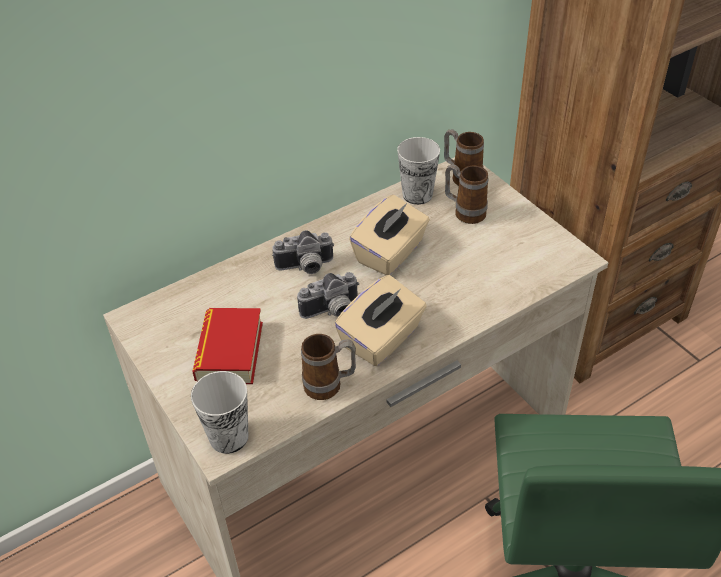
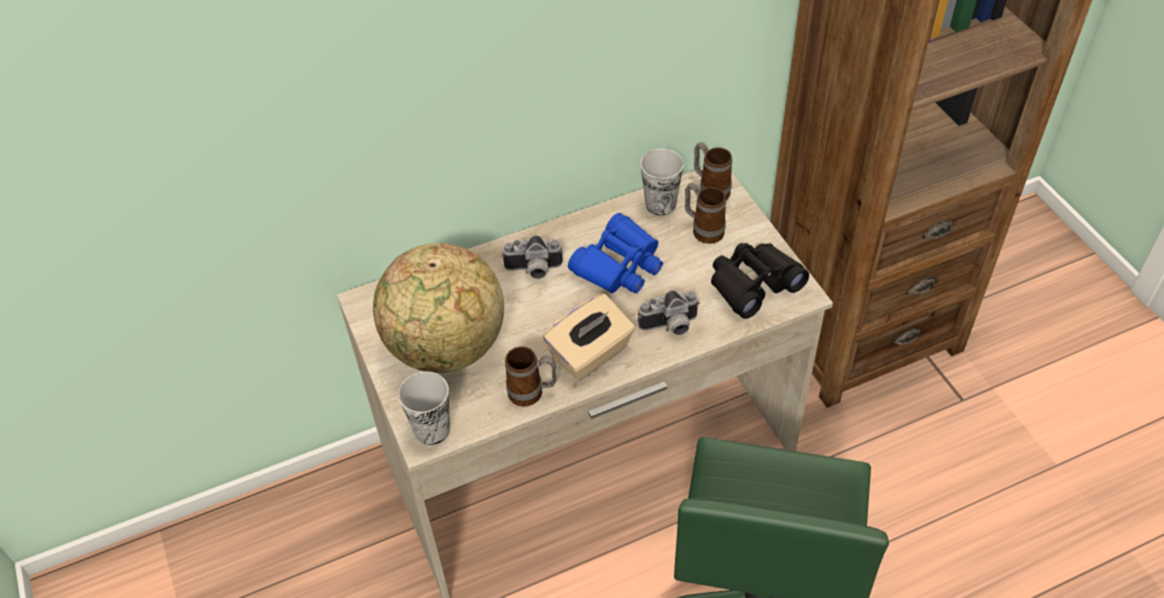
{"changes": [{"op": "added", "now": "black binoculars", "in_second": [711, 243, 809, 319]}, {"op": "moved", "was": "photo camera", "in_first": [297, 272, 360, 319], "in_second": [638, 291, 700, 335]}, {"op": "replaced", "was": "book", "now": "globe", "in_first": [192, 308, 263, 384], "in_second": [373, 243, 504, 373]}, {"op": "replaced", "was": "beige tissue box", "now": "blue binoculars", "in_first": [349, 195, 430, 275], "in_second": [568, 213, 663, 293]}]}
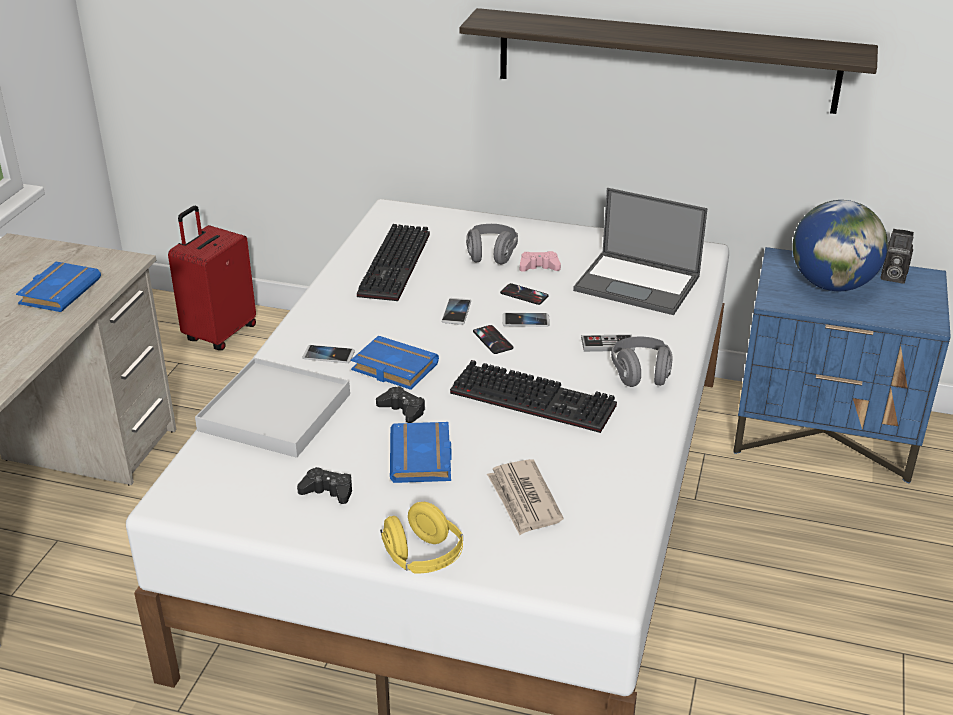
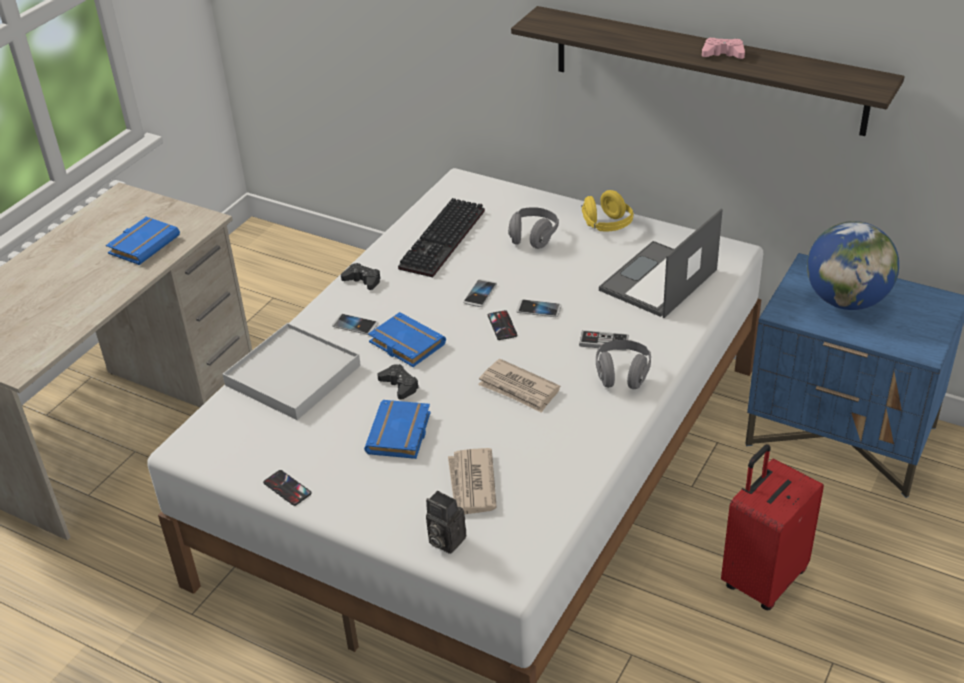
{"changes": [{"op": "moved", "was": "red suitcase", "in_first": [168, 206, 256, 350], "in_second": [721, 444, 824, 610]}, {"op": "moved", "was": "black game controller", "in_first": [297, 467, 352, 504], "in_second": [341, 263, 381, 290]}, {"op": "moved", "was": "yellow headphones", "in_first": [380, 502, 463, 574], "in_second": [581, 190, 634, 231]}, {"op": "moved", "was": "phone", "in_first": [500, 283, 549, 305], "in_second": [263, 470, 312, 506]}, {"op": "moved", "was": "pink game controller", "in_first": [520, 251, 561, 272], "in_second": [702, 38, 745, 59]}, {"op": "moved", "was": "photo camera", "in_first": [881, 229, 914, 284], "in_second": [426, 491, 466, 554]}, {"op": "replaced", "was": "keyboard", "now": "newspaper", "in_first": [450, 360, 617, 433], "in_second": [478, 359, 560, 413]}, {"op": "turned", "was": "laptop", "in_first": [573, 188, 708, 315], "in_second": [599, 209, 723, 318], "clockwise": 90}]}
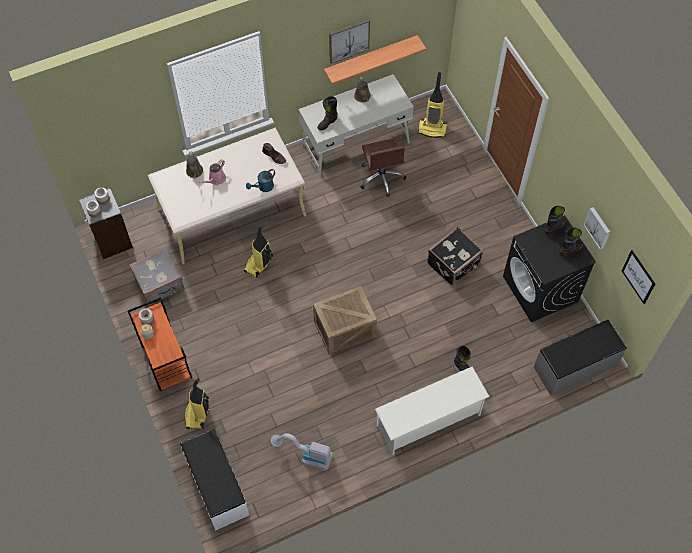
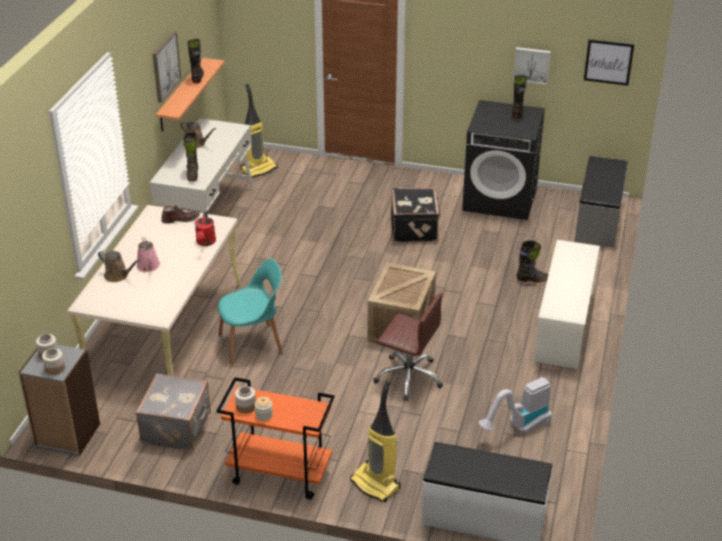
{"changes": [{"op": "moved", "was": "brown office chair", "in_first": [361, 138, 406, 197], "in_second": [373, 293, 443, 401]}, {"op": "moved", "was": "black boot", "in_first": [544, 206, 566, 235], "in_second": [187, 39, 204, 83]}, {"op": "replaced", "was": "vacuum cleaner", "now": "turquoise chair", "in_first": [244, 225, 273, 278], "in_second": [218, 259, 283, 364]}, {"op": "recoloured", "was": "turquoise watering can", "now": "red watering can", "in_first": [246, 169, 275, 192], "in_second": [195, 212, 216, 246]}]}
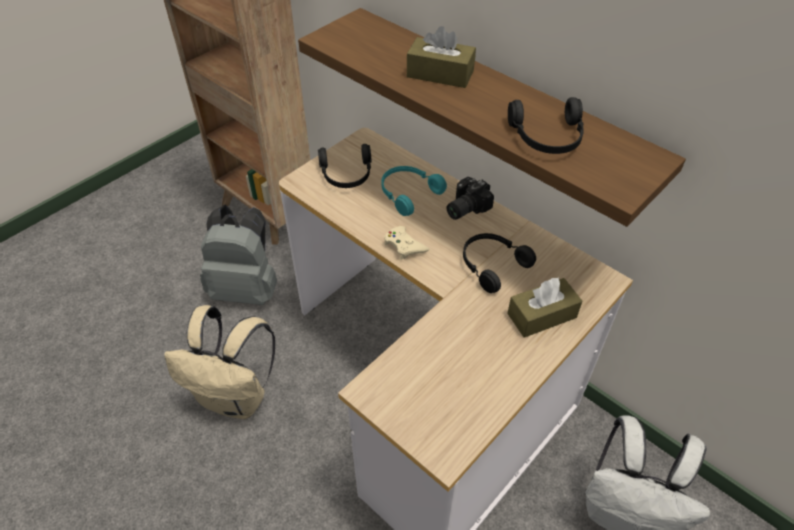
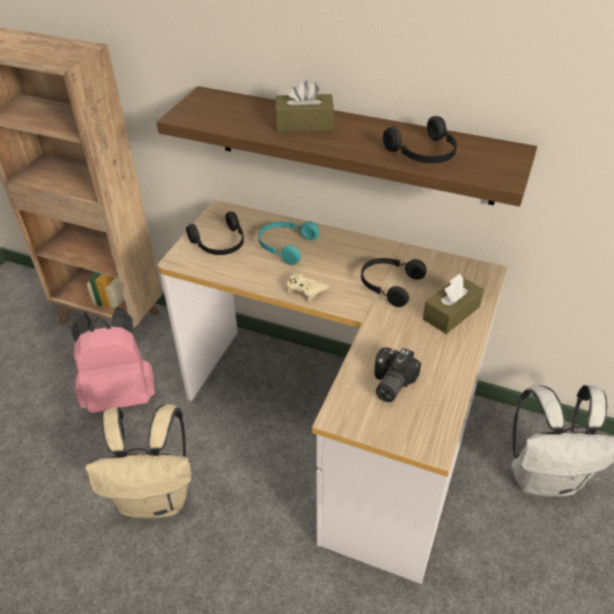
{"changes": [{"op": "moved", "was": "photo camera", "in_first": [447, 177, 494, 220], "in_second": [374, 347, 421, 402]}, {"op": "recoloured", "was": "grey backpack", "now": "pink backpack", "in_first": [200, 204, 277, 305], "in_second": [71, 307, 155, 413]}]}
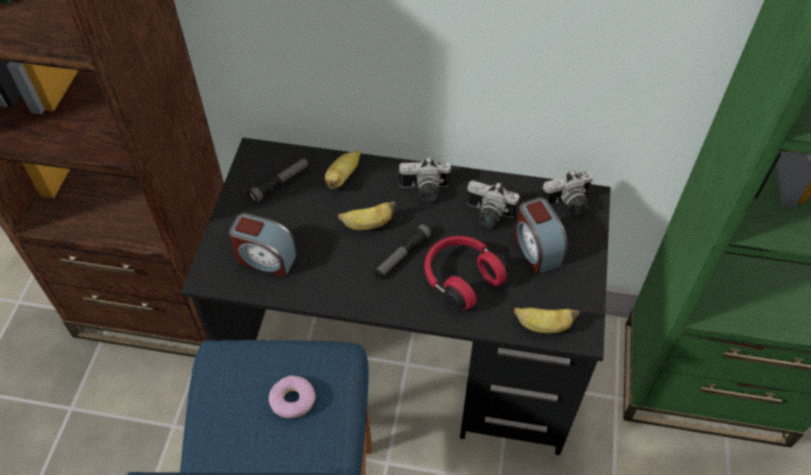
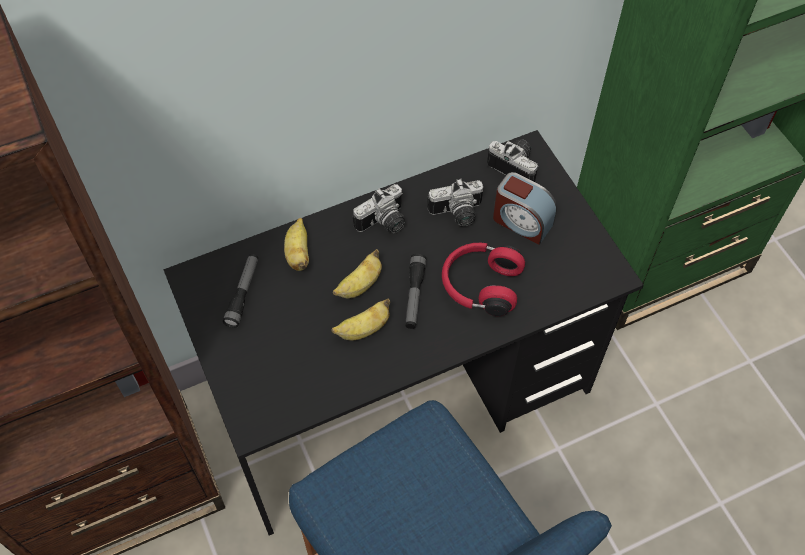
{"changes": [{"op": "removed", "was": "alarm clock", "in_first": [229, 213, 297, 277]}, {"op": "removed", "was": "donut", "in_first": [269, 376, 315, 418]}, {"op": "moved", "was": "banana", "in_first": [514, 308, 579, 333], "in_second": [331, 298, 390, 340]}, {"op": "turned", "was": "photo camera", "in_first": [540, 169, 593, 215], "in_second": [487, 139, 538, 182], "clockwise": -90}]}
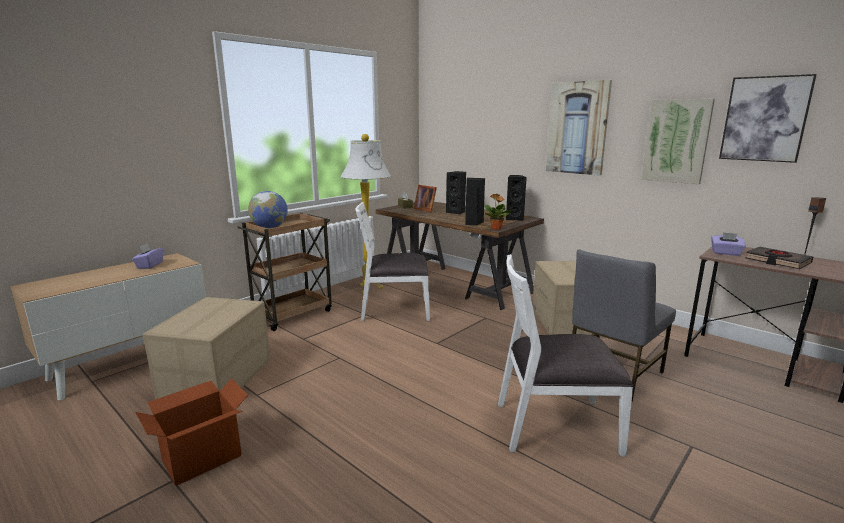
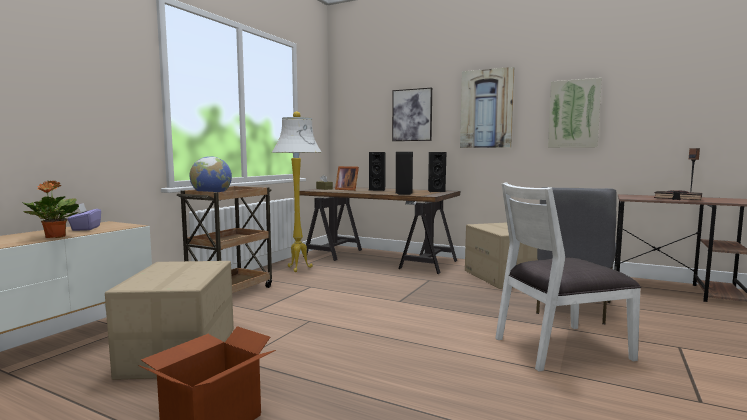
{"changes": [{"op": "removed", "was": "white chair", "in_first": [355, 202, 430, 321]}, {"op": "removed", "was": "purple tissue box", "in_first": [711, 232, 746, 256]}, {"op": "moved", "was": "potted plant", "in_first": [485, 194, 513, 230], "in_second": [22, 181, 79, 238]}, {"op": "moved", "was": "picture", "in_first": [719, 74, 817, 163], "in_second": [392, 88, 432, 141]}]}
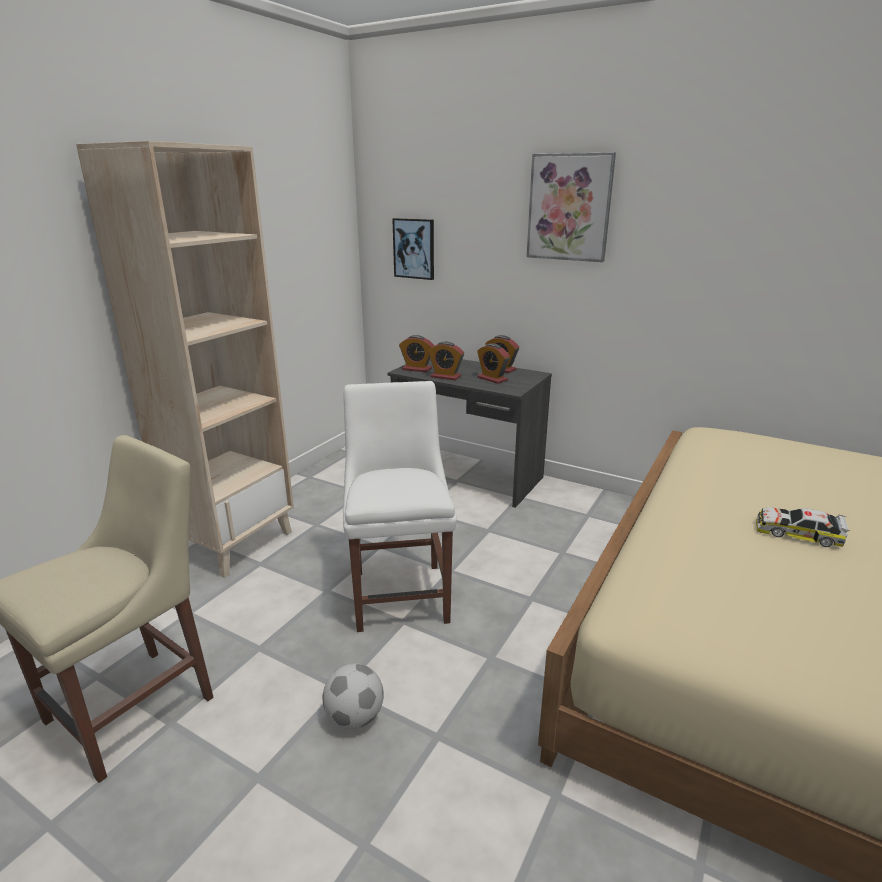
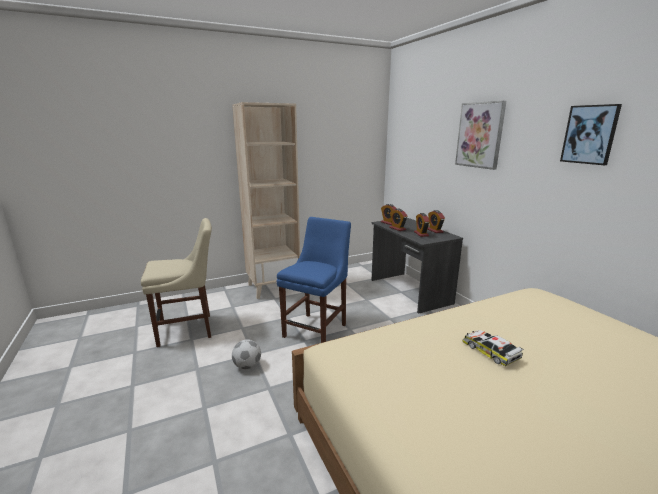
{"changes": [{"op": "moved", "was": "picture", "in_first": [392, 218, 434, 280], "in_second": [560, 104, 622, 165]}, {"op": "recoloured", "was": "white chair", "now": "blue chair", "in_first": [343, 381, 457, 632], "in_second": [276, 217, 351, 343]}]}
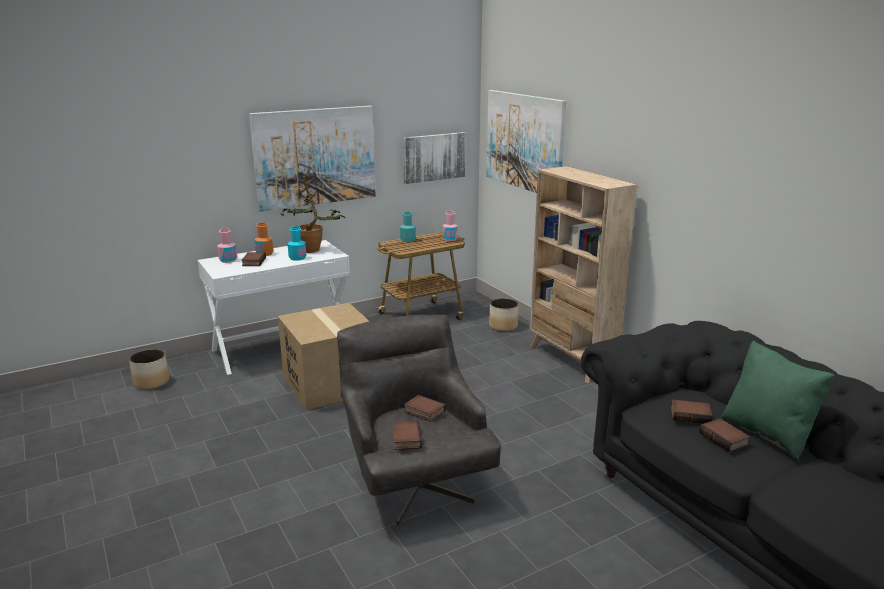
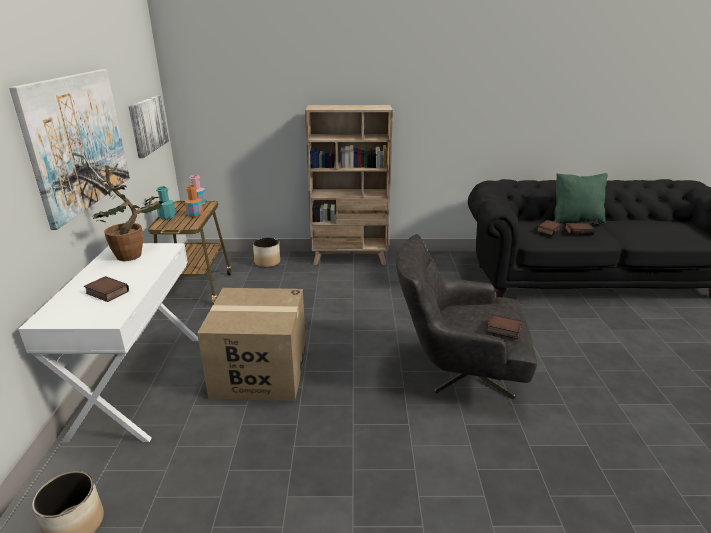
{"changes": [{"op": "removed", "was": "pink bottle", "in_first": [217, 228, 237, 263]}, {"op": "removed", "was": "turquoise bottle", "in_first": [288, 226, 306, 261]}, {"op": "removed", "was": "book", "in_first": [404, 395, 446, 422]}, {"op": "removed", "was": "picture", "in_first": [486, 90, 566, 193]}, {"op": "moved", "was": "orange bottle", "in_first": [254, 222, 273, 256], "in_second": [185, 185, 204, 217]}]}
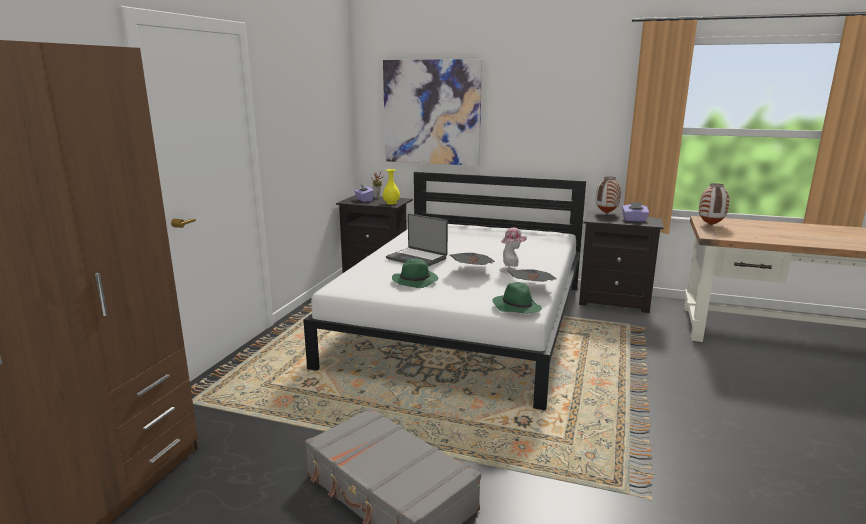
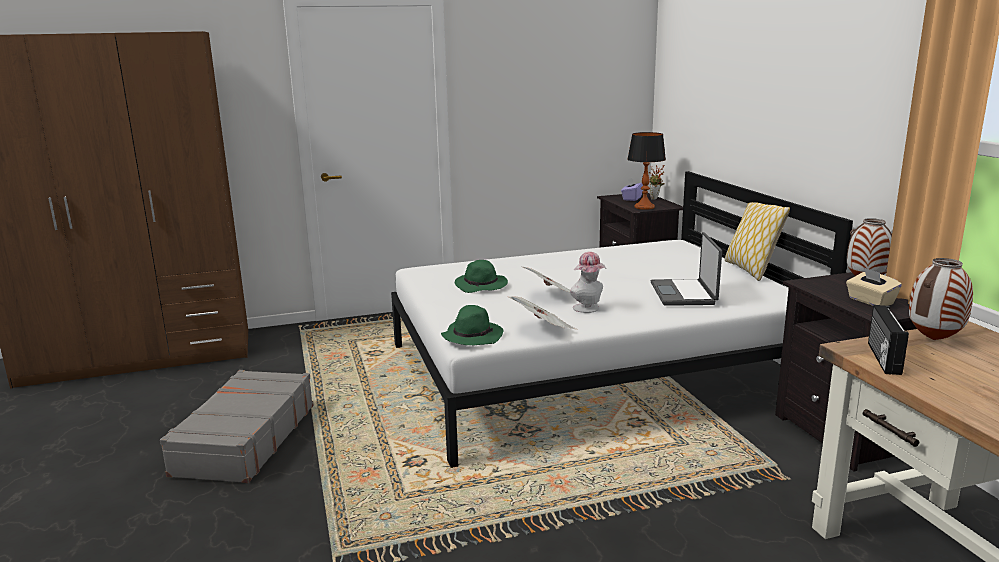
{"changes": [{"op": "removed", "was": "picture", "in_first": [383, 59, 482, 166]}, {"op": "added", "now": "pillow", "in_second": [725, 202, 790, 281]}, {"op": "added", "now": "radio", "in_second": [868, 305, 909, 375]}, {"op": "moved", "was": "laptop", "in_first": [386, 213, 448, 267], "in_second": [651, 232, 722, 306]}, {"op": "replaced", "was": "yellow vase", "now": "table lamp", "in_first": [383, 169, 400, 205], "in_second": [627, 132, 666, 210]}, {"op": "recoloured", "was": "purple tissue box", "now": "beige tissue box", "in_first": [622, 202, 649, 222], "in_second": [846, 267, 902, 306]}]}
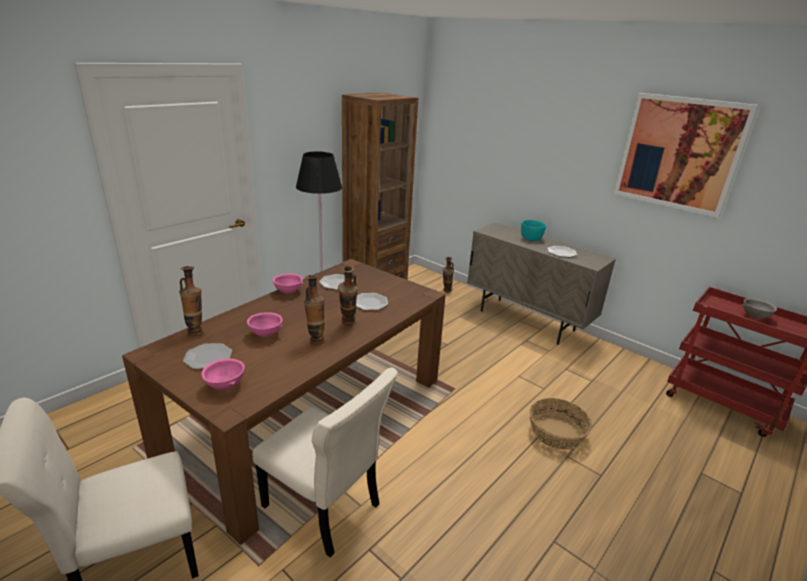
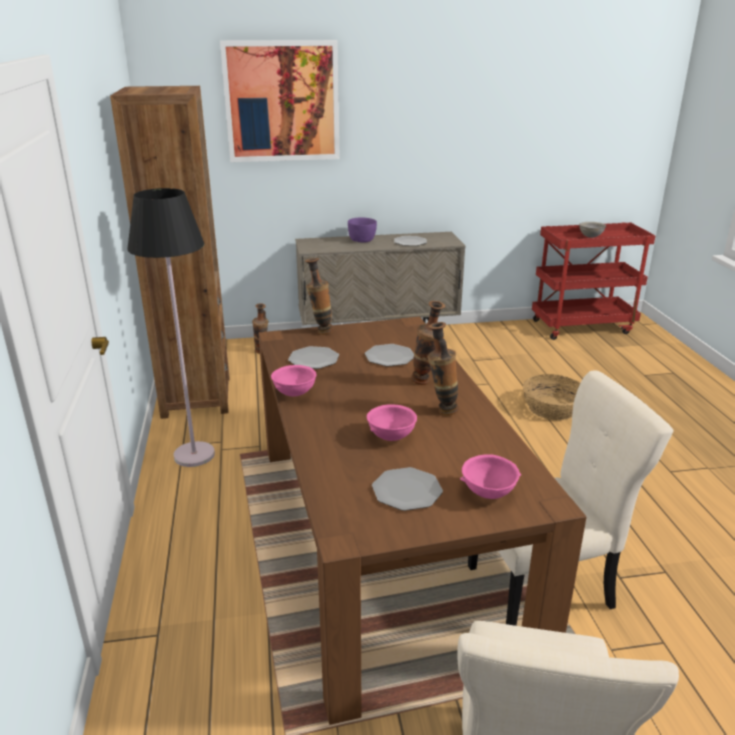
{"changes": [{"op": "moved", "was": "vase", "in_first": [179, 266, 203, 336], "in_second": [305, 258, 334, 335]}, {"op": "moved", "was": "picture", "in_first": [614, 93, 759, 218], "in_second": [220, 40, 340, 162]}, {"op": "recoloured", "was": "turquoise bowl", "now": "purple bowl", "in_first": [521, 220, 546, 241], "in_second": [348, 217, 377, 242]}]}
